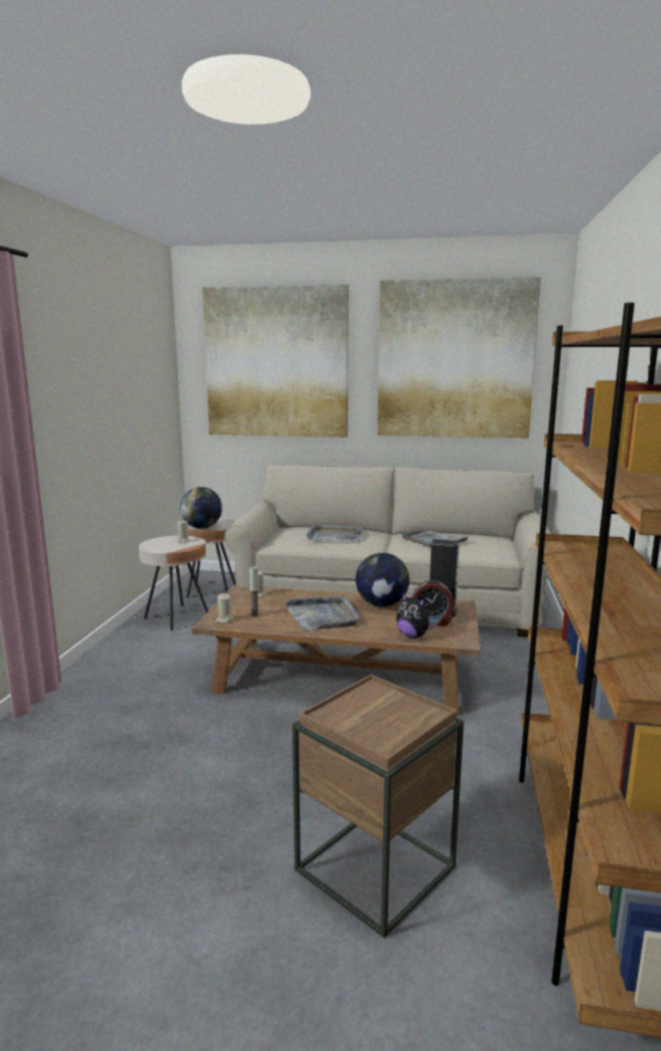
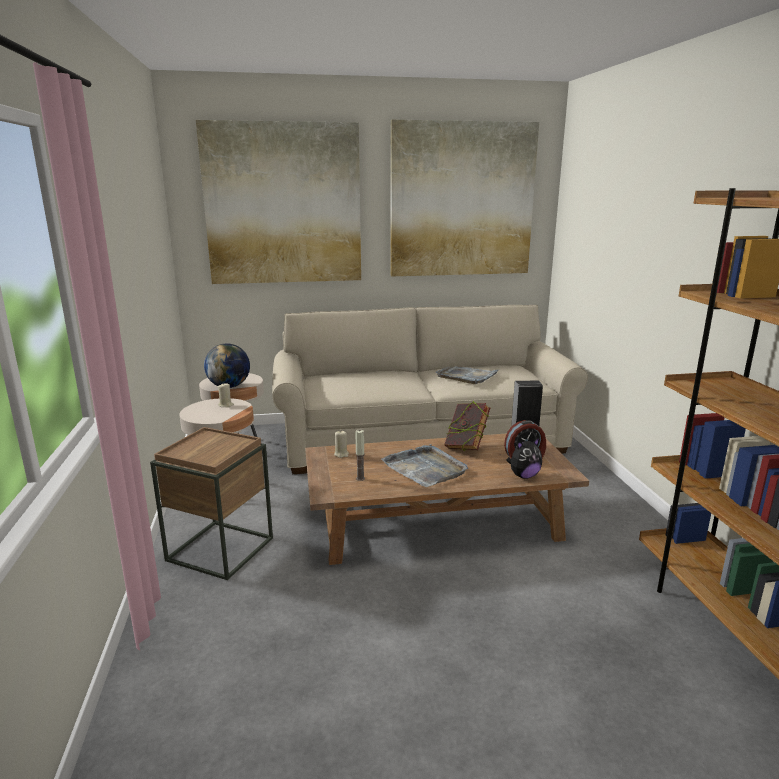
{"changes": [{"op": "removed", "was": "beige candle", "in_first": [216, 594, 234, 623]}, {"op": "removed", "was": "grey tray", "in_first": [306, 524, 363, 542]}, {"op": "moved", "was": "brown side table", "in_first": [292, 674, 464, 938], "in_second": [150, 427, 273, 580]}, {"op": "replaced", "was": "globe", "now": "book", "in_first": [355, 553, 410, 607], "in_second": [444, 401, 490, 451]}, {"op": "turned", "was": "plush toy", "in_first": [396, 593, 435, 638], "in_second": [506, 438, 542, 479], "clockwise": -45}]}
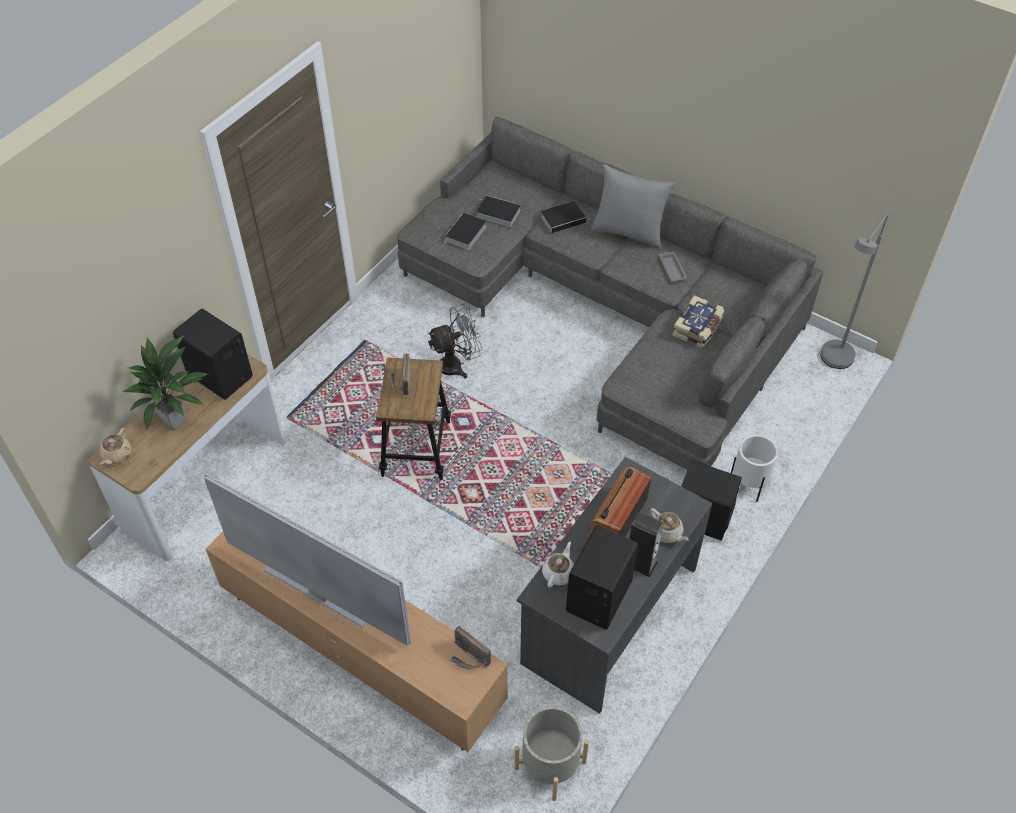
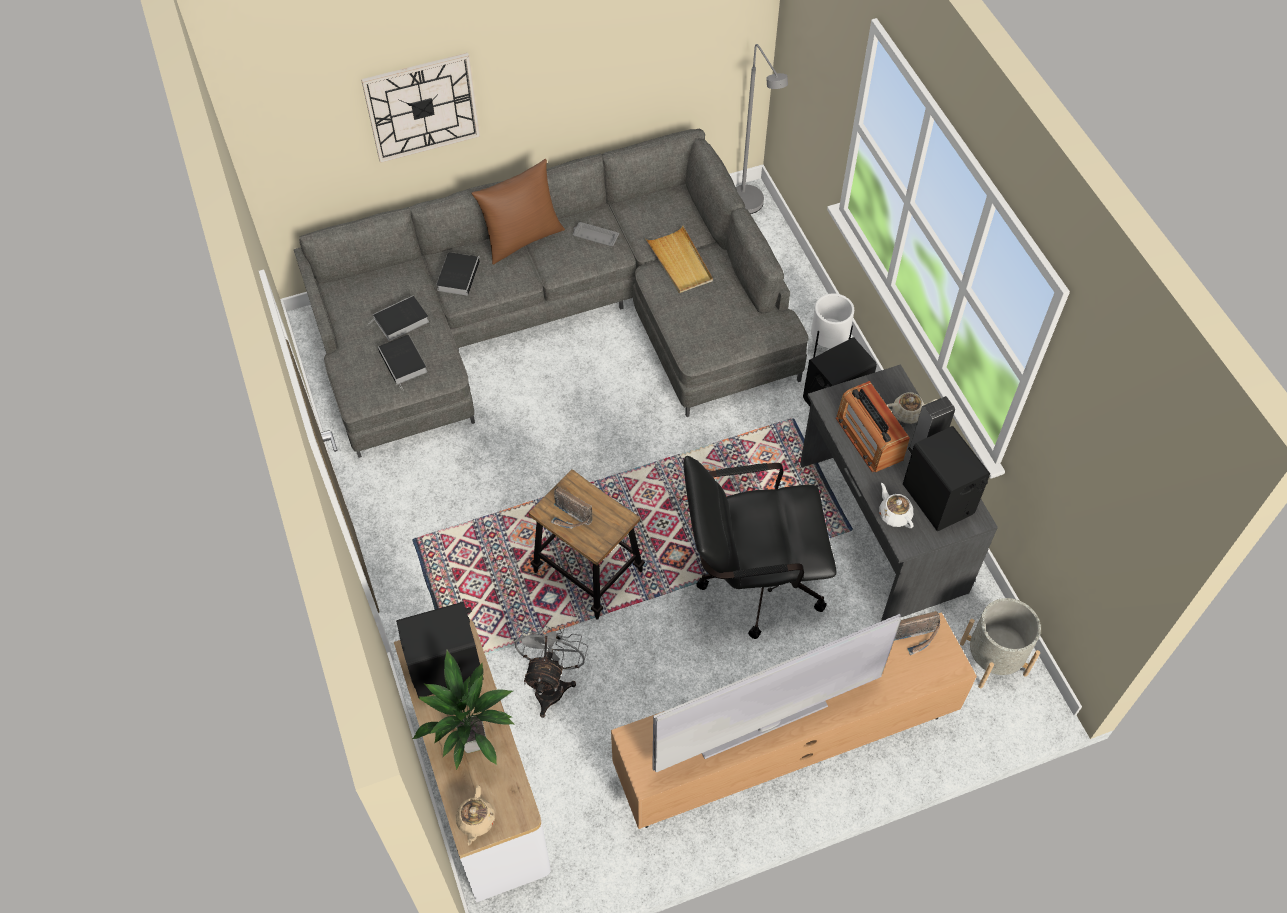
{"changes": [{"op": "added", "now": "wall clock", "in_second": [361, 53, 480, 163]}, {"op": "added", "now": "black office chair", "in_second": [683, 456, 837, 639]}, {"op": "moved", "was": "grey fan", "in_first": [428, 304, 482, 378], "in_second": [515, 621, 588, 718]}, {"op": "replaced", "was": "book", "now": "beige tray", "in_first": [672, 296, 724, 348], "in_second": [645, 226, 713, 293]}, {"op": "recoloured", "was": "grey pillow", "now": "brown pillow", "in_first": [591, 164, 675, 250], "in_second": [471, 159, 565, 265]}, {"op": "turned", "was": "beige teapot", "in_first": [100, 428, 132, 465], "in_second": [456, 786, 495, 845], "clockwise": 45}]}
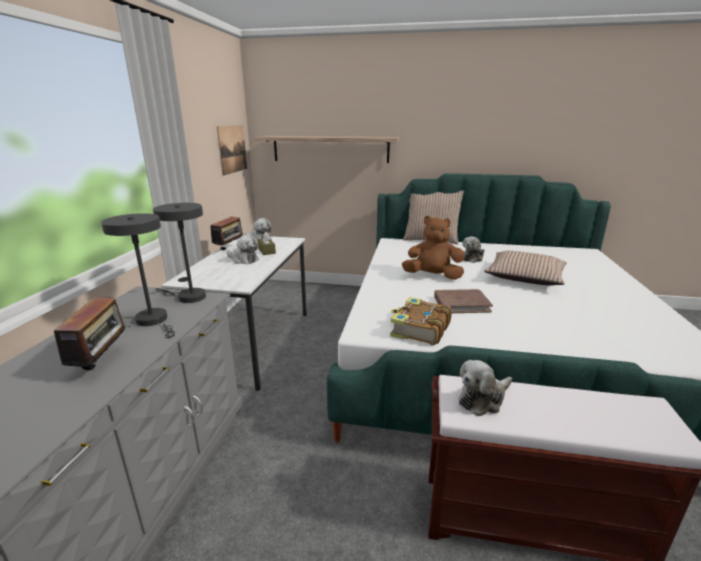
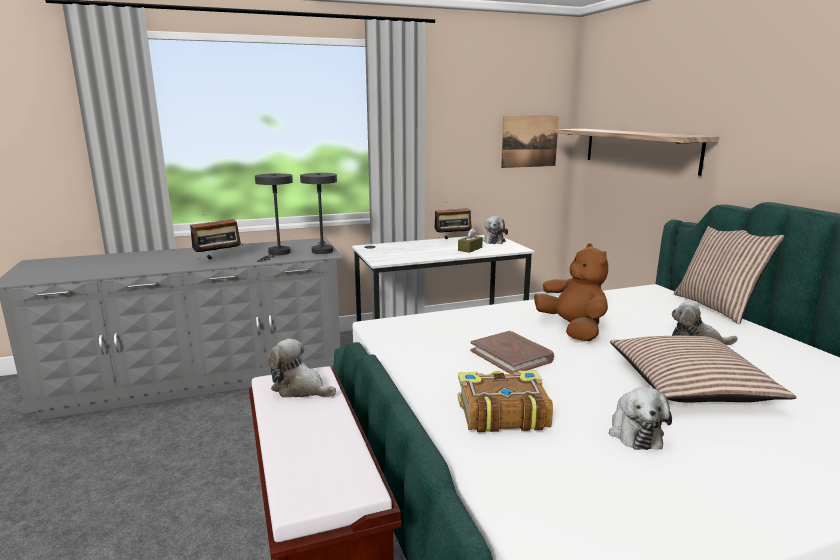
{"changes": [{"op": "moved", "was": "plush toy", "in_first": [226, 235, 259, 264], "in_second": [609, 387, 672, 450]}, {"op": "moved", "was": "book", "in_first": [390, 297, 452, 345], "in_second": [458, 370, 553, 432]}]}
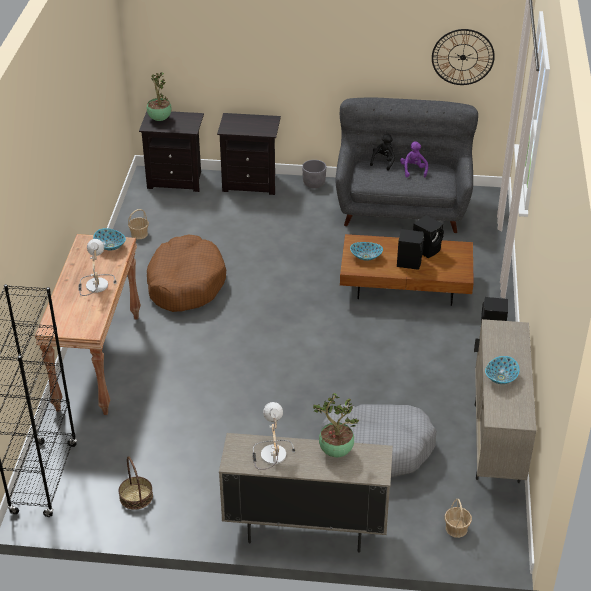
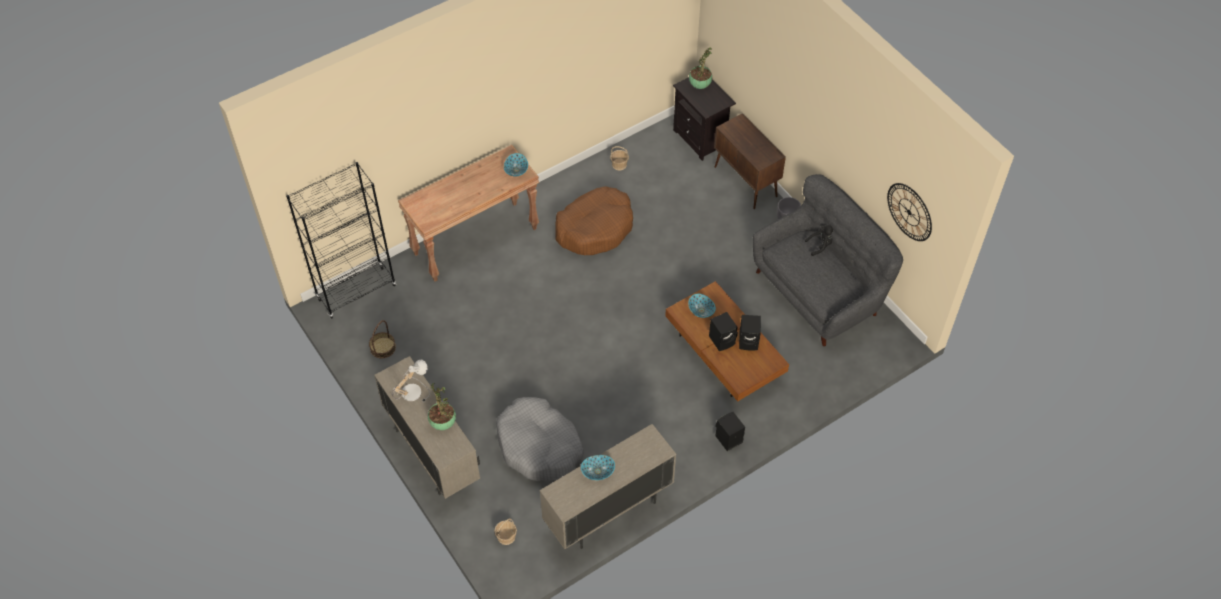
{"changes": [{"op": "removed", "was": "table lamp", "in_first": [79, 239, 117, 296]}, {"op": "removed", "was": "purple plush toy", "in_first": [400, 141, 428, 177]}, {"op": "replaced", "was": "black nightstand", "now": "brown cabinet", "in_first": [217, 113, 281, 195], "in_second": [714, 113, 786, 209]}]}
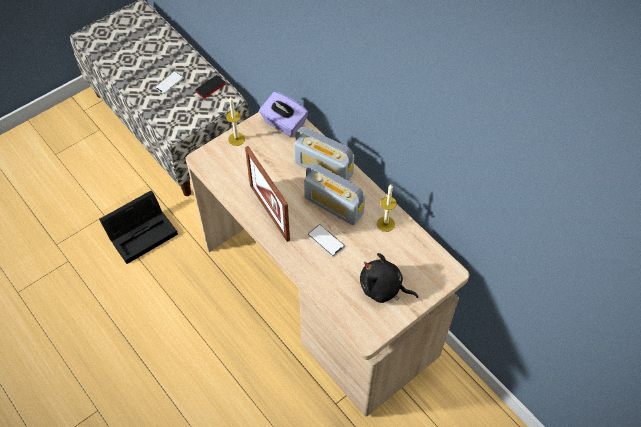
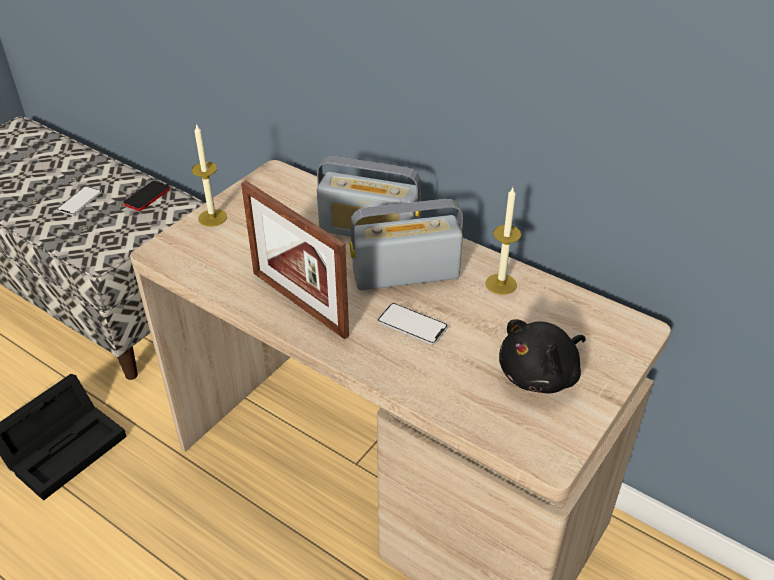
{"changes": [{"op": "removed", "was": "purple tissue box", "in_first": [259, 92, 308, 137]}, {"op": "turned", "was": "radio", "in_first": [304, 163, 365, 225], "in_second": [350, 199, 463, 290], "clockwise": 150}, {"op": "turned", "was": "black plush toy", "in_first": [360, 253, 418, 303], "in_second": [499, 319, 586, 393], "clockwise": -45}]}
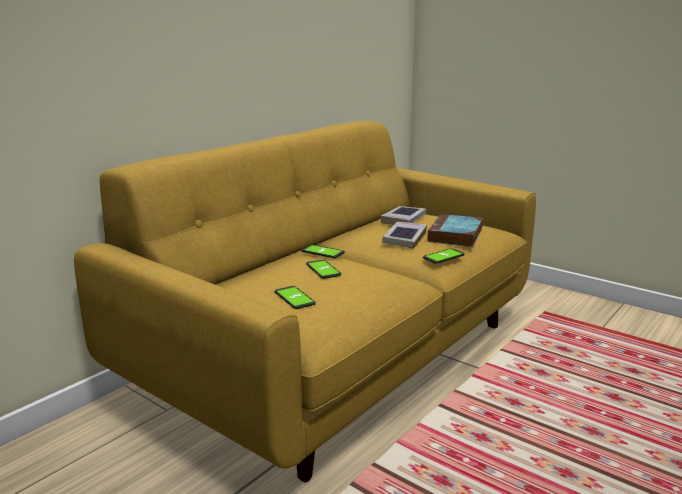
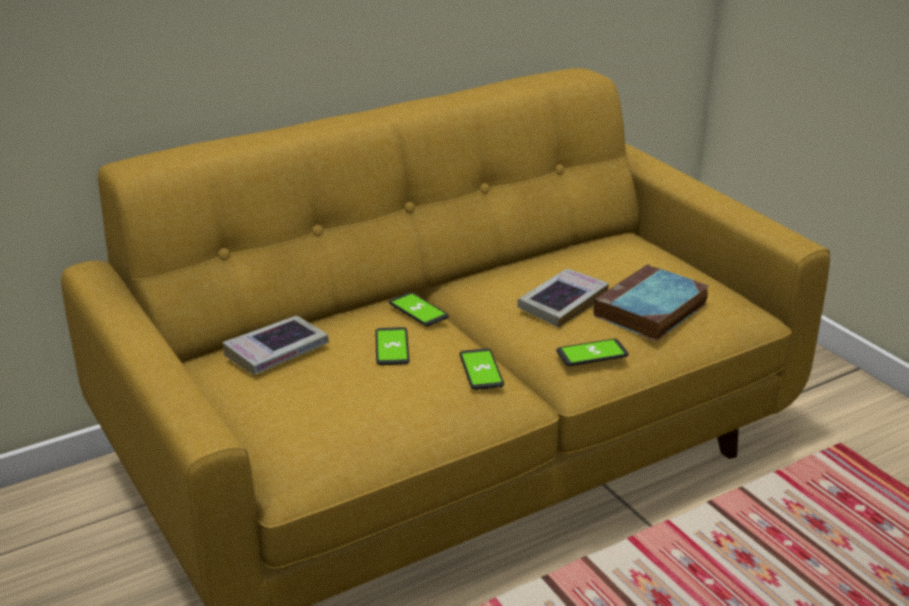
{"changes": [{"op": "moved", "was": "phone", "in_first": [275, 286, 316, 309], "in_second": [459, 348, 504, 390]}, {"op": "moved", "was": "book", "in_first": [381, 206, 426, 225], "in_second": [222, 316, 329, 375]}]}
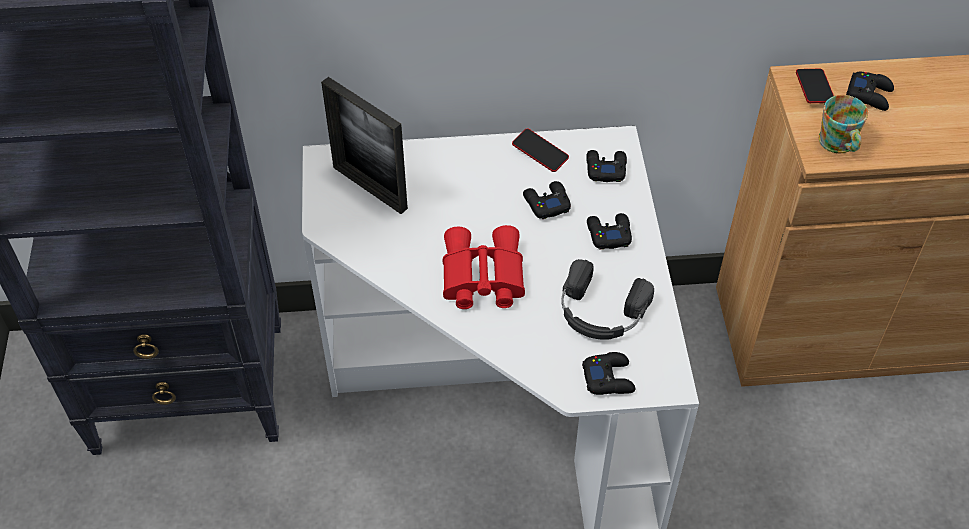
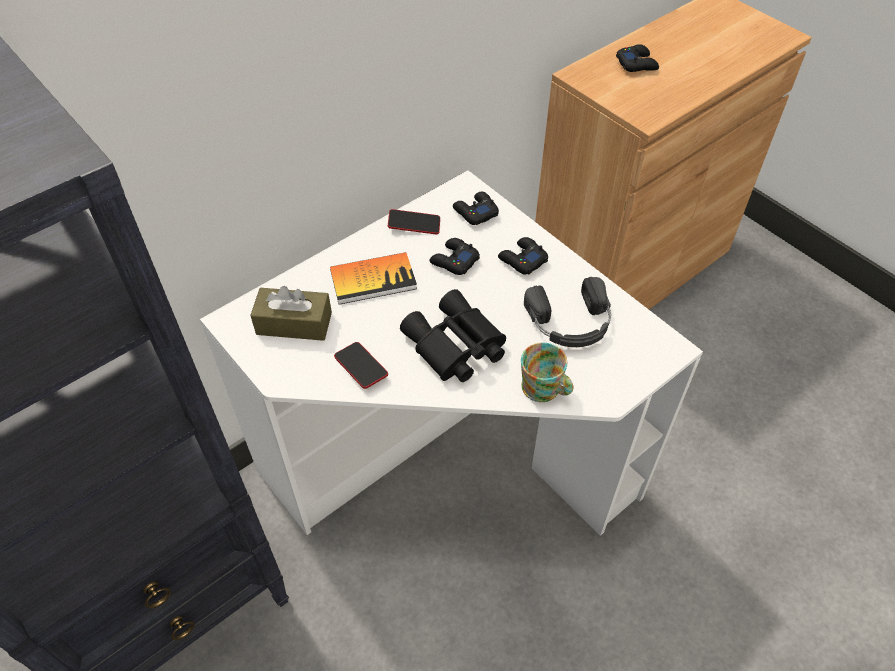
{"changes": [{"op": "removed", "was": "black game controller", "in_first": [582, 352, 635, 395]}, {"op": "added", "now": "book", "in_second": [330, 252, 417, 305]}, {"op": "moved", "was": "phone", "in_first": [796, 69, 834, 103], "in_second": [334, 342, 388, 389]}, {"op": "moved", "was": "mug", "in_first": [819, 95, 868, 153], "in_second": [521, 343, 573, 402]}, {"op": "replaced", "was": "picture frame", "now": "brown tissue box", "in_first": [321, 77, 408, 214], "in_second": [250, 286, 332, 341]}, {"op": "recoloured", "was": "red binoculars", "now": "black binoculars", "in_first": [443, 225, 525, 309], "in_second": [400, 289, 506, 382]}]}
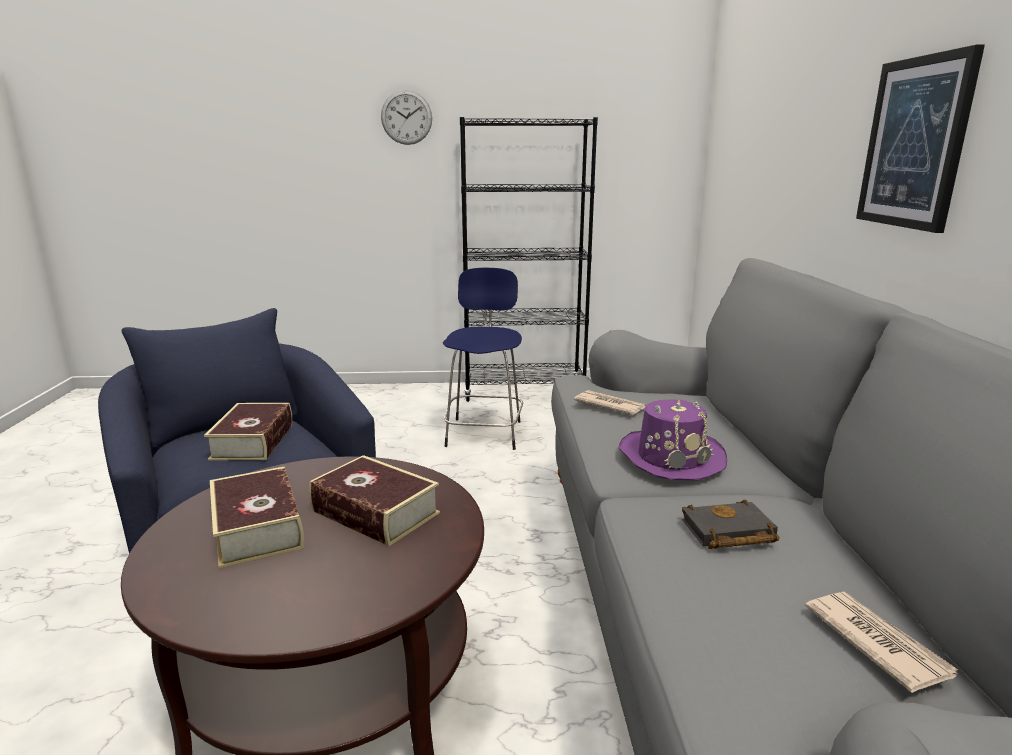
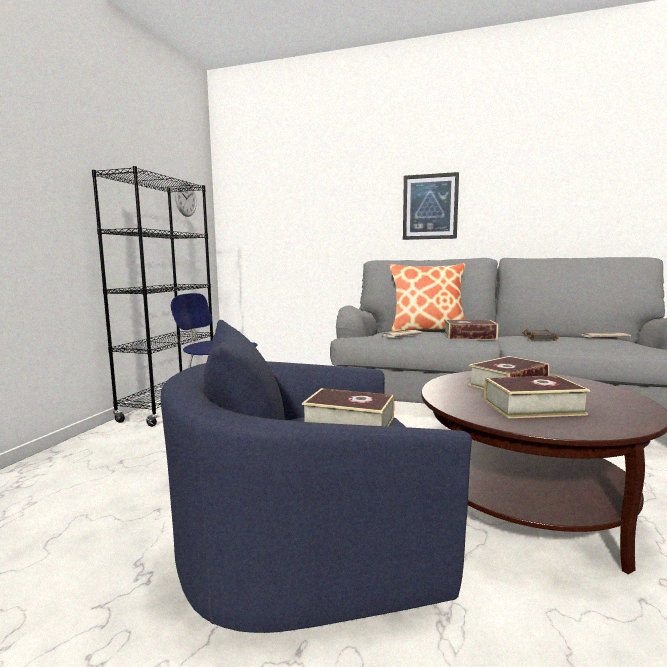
{"changes": [{"op": "added", "now": "pillow", "in_second": [389, 263, 466, 332]}, {"op": "moved", "was": "wall clock", "in_first": [381, 90, 432, 145], "in_second": [174, 180, 197, 217]}, {"op": "replaced", "was": "purple hat", "now": "book", "in_first": [619, 400, 727, 480], "in_second": [444, 320, 498, 339]}]}
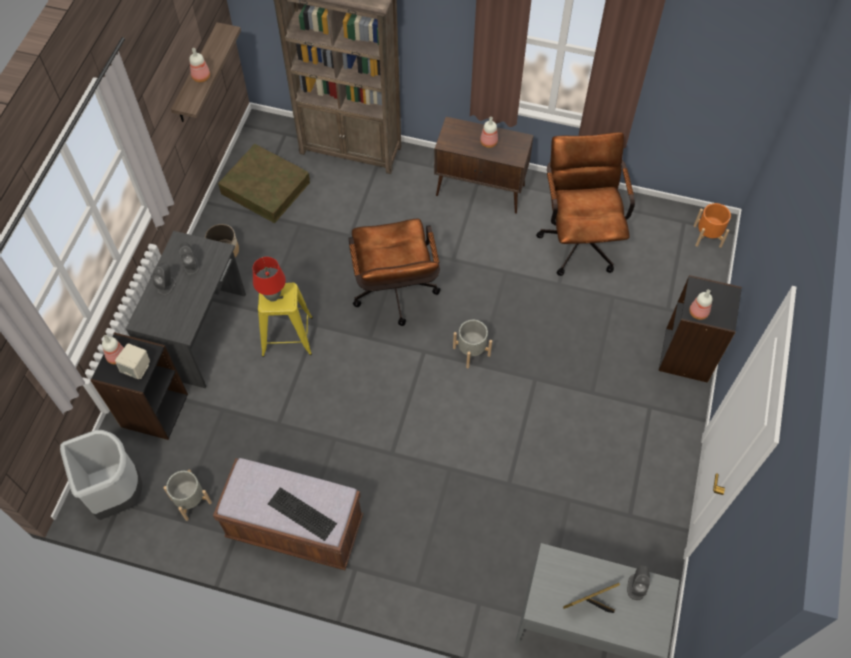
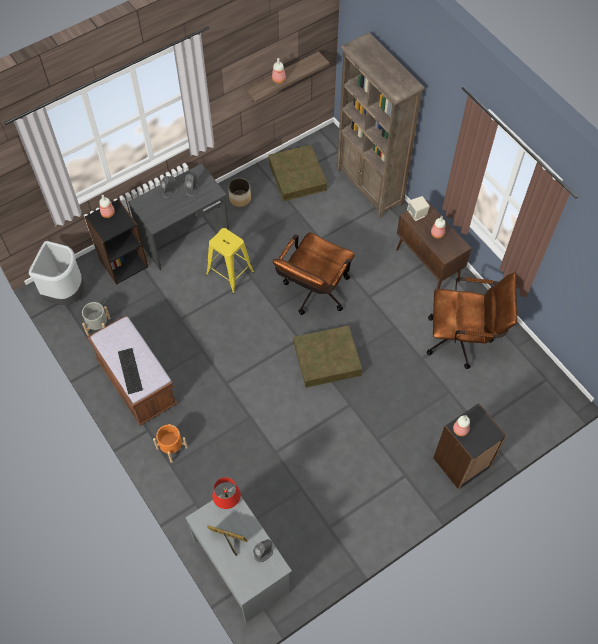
{"changes": [{"op": "moved", "was": "beige speaker", "in_first": [115, 343, 150, 379], "in_second": [407, 196, 430, 221]}, {"op": "moved", "was": "red table lamp", "in_first": [253, 257, 286, 302], "in_second": [212, 477, 241, 509]}, {"op": "moved", "was": "orange planter", "in_first": [694, 203, 731, 248], "in_second": [153, 424, 188, 463]}, {"op": "replaced", "was": "grey planter", "now": "brown storage box", "in_first": [453, 320, 492, 368], "in_second": [293, 325, 362, 388]}, {"op": "turned", "was": "brown office chair", "in_first": [536, 132, 635, 276], "in_second": [427, 273, 517, 369], "clockwise": 60}]}
